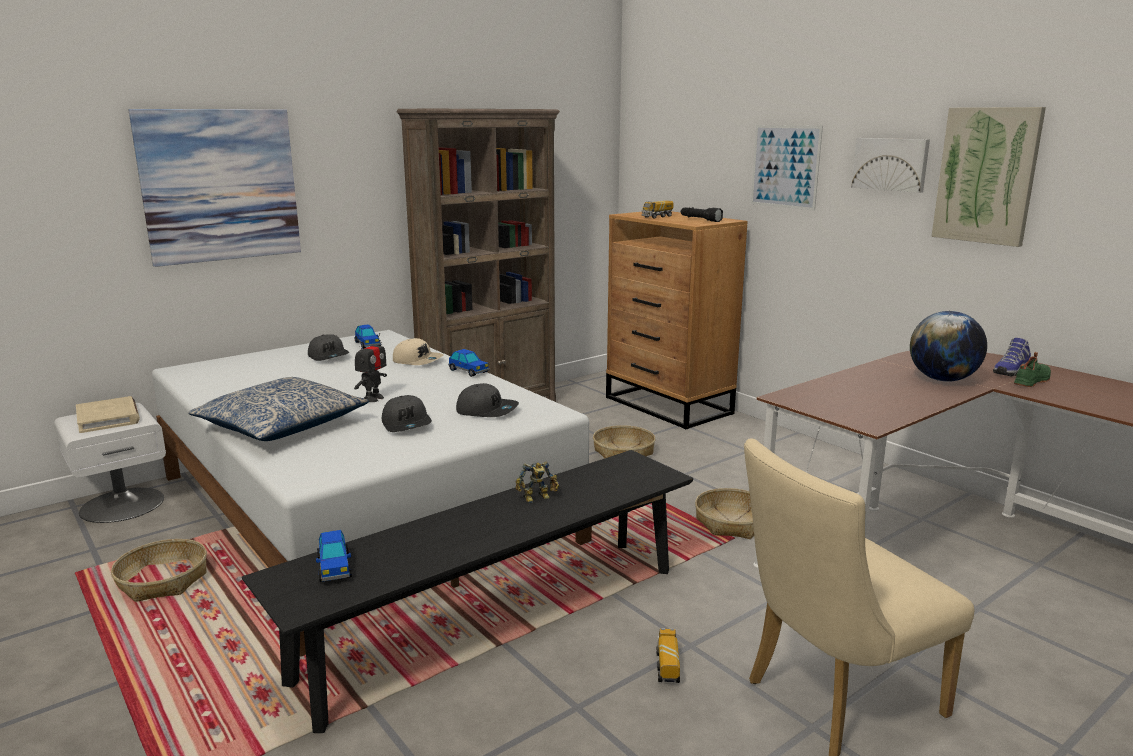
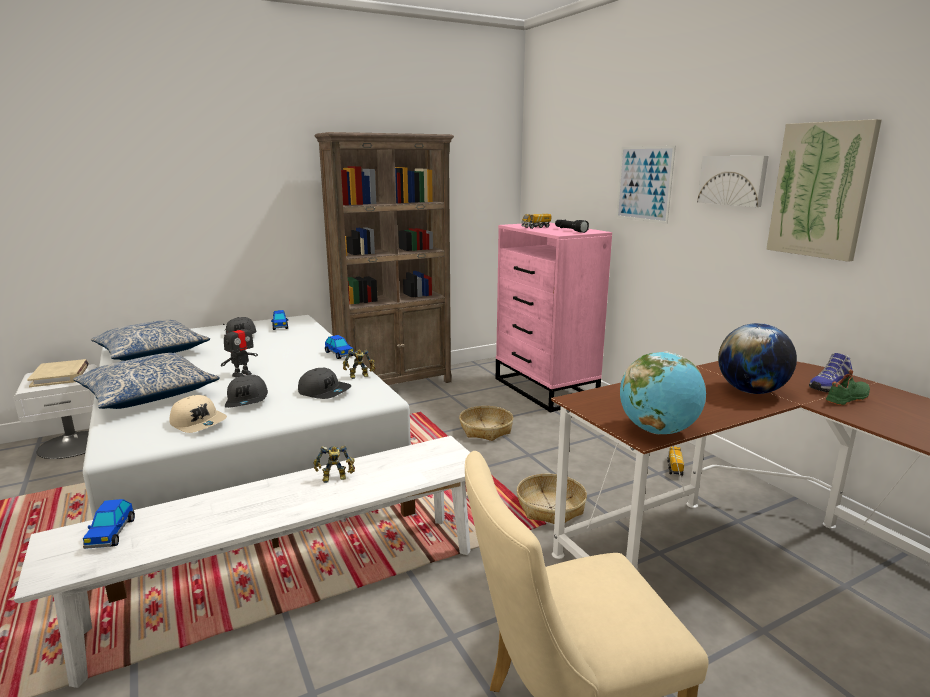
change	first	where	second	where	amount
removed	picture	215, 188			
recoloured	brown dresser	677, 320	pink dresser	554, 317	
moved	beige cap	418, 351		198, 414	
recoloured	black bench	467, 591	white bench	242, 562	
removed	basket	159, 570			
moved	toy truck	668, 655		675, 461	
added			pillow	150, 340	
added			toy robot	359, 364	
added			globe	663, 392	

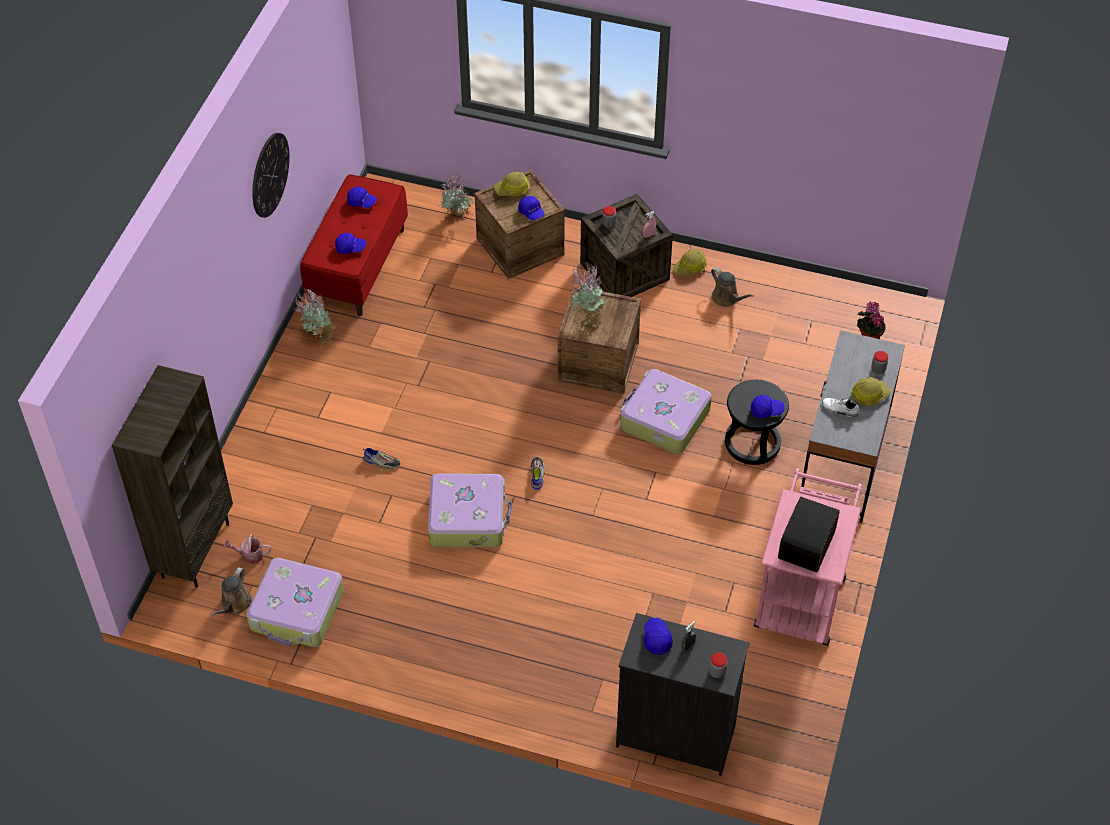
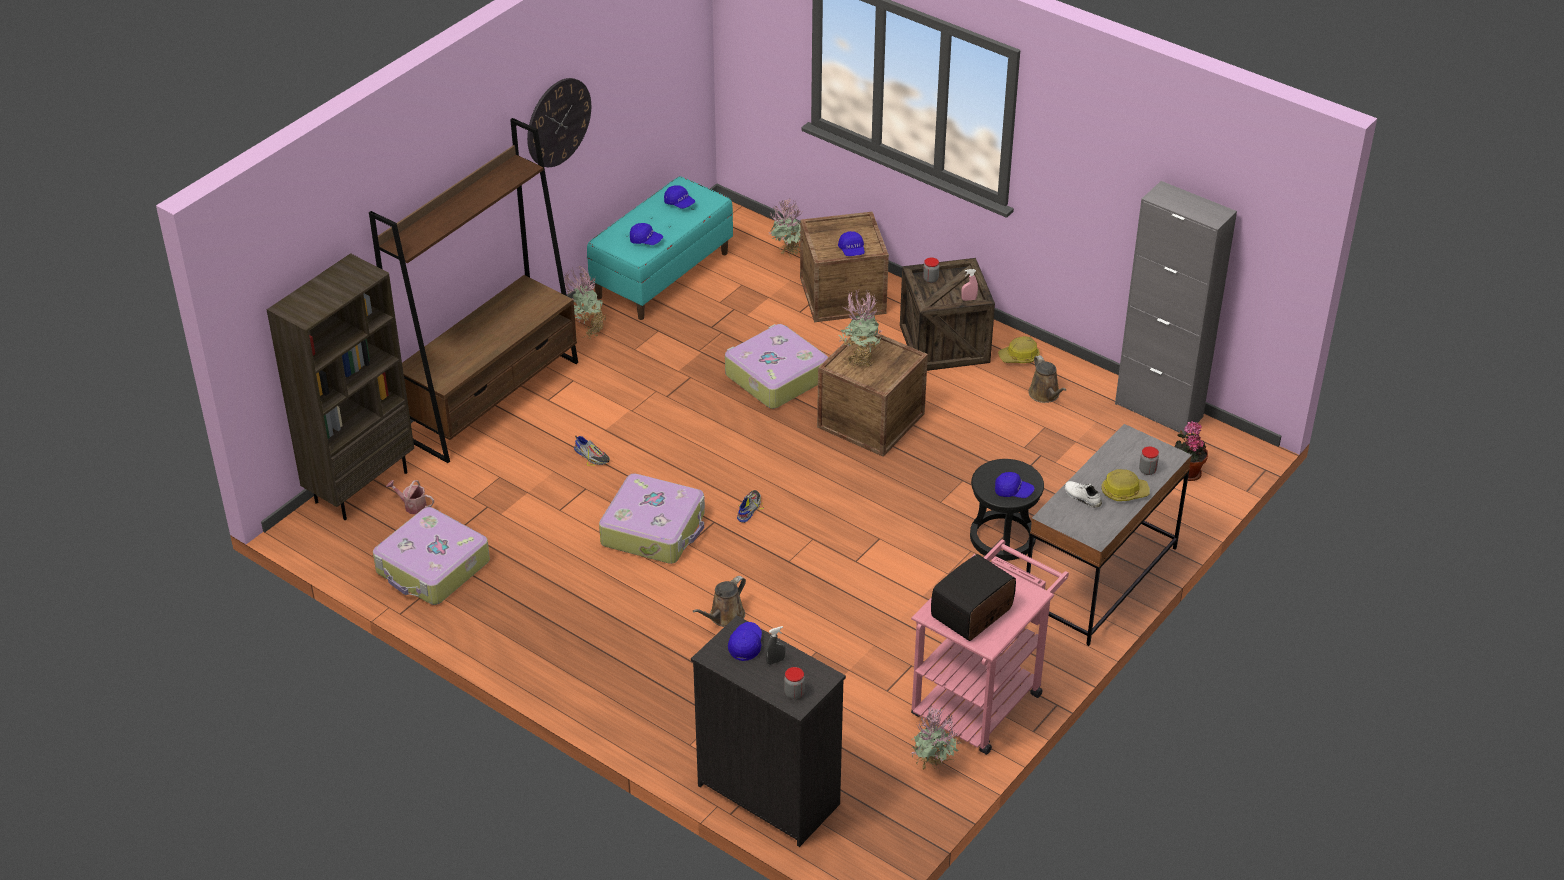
change	first	where	second	where	amount
removed	hard hat	512, 184			
recoloured	red bench	354, 245	turquoise bench	660, 248	
moved	suitcase	666, 411		776, 366	
moved	brown watering can	231, 591		719, 601	
added			brown bookcase	473, 290	
added			grey cabinet	1176, 308	
added			potted plant	935, 739	

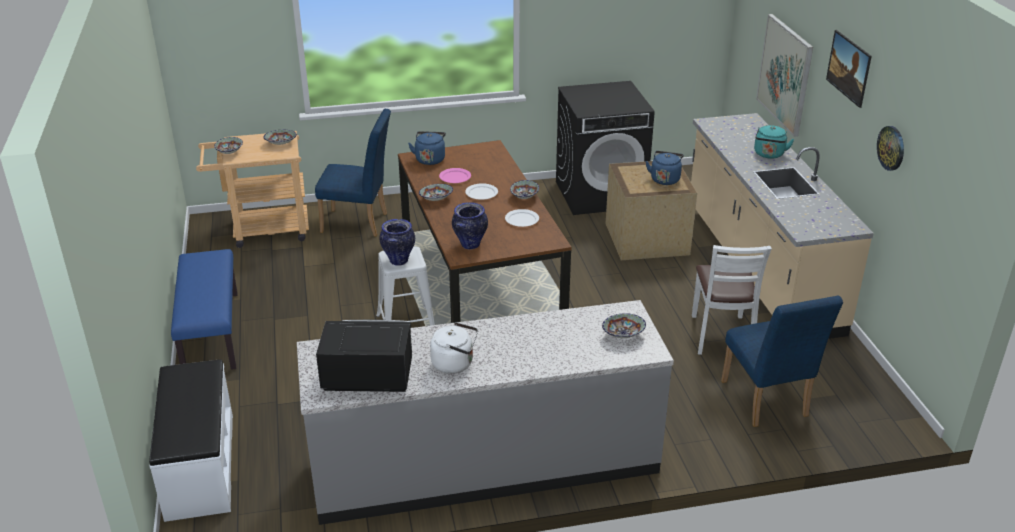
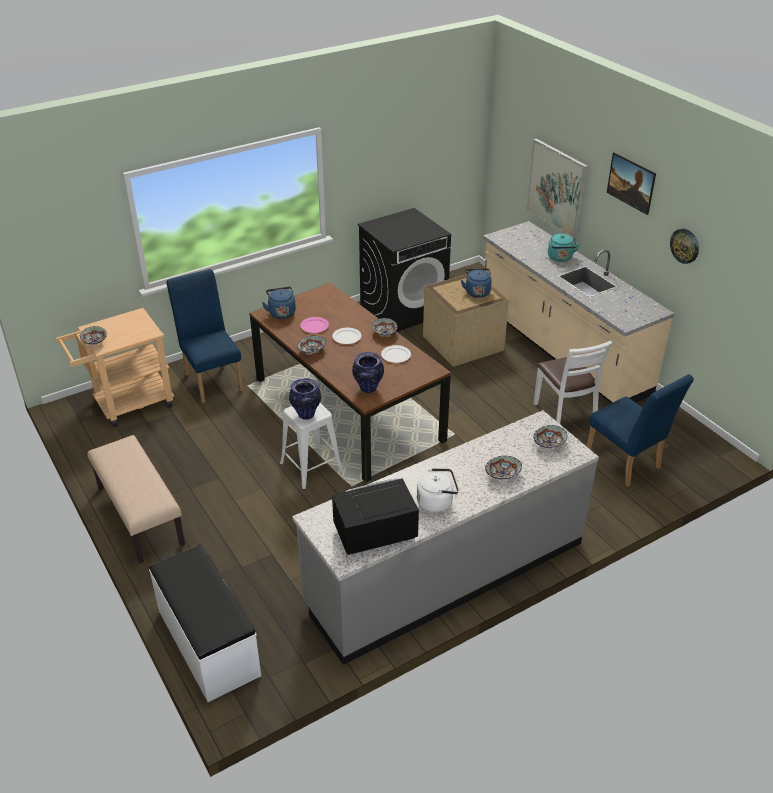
change	first	where	second	where	amount
turned	blue chair	353, 173		205, 336	105 degrees counterclockwise
moved	bowl	280, 137		503, 468	
recoloured	blue bench	204, 309	beige bench	136, 499	

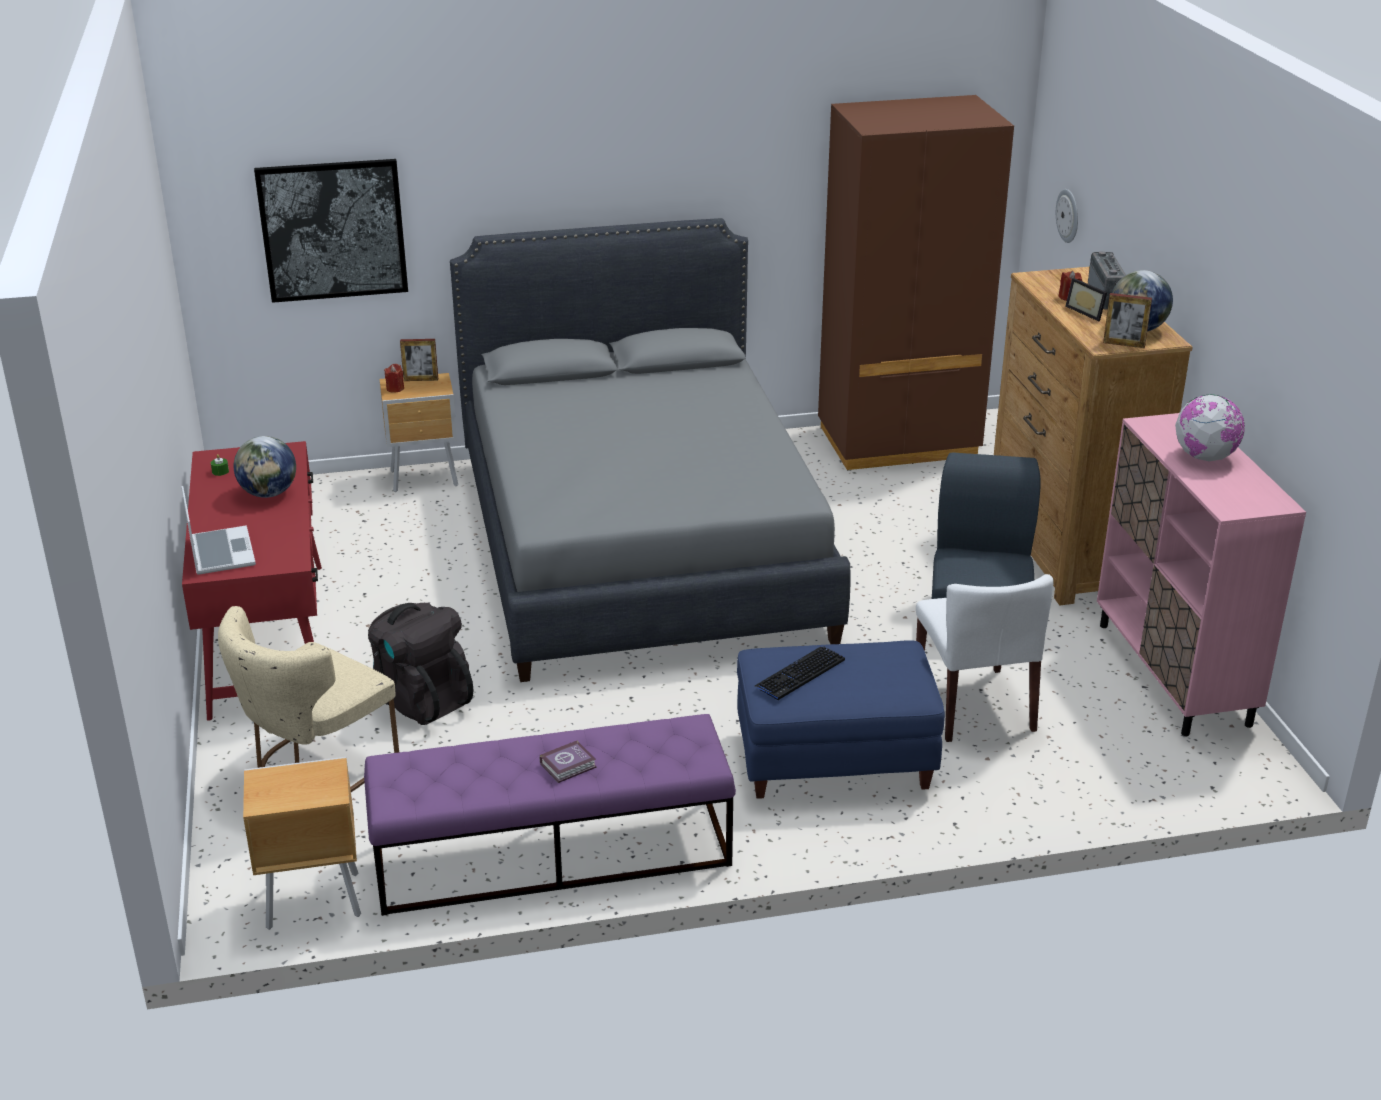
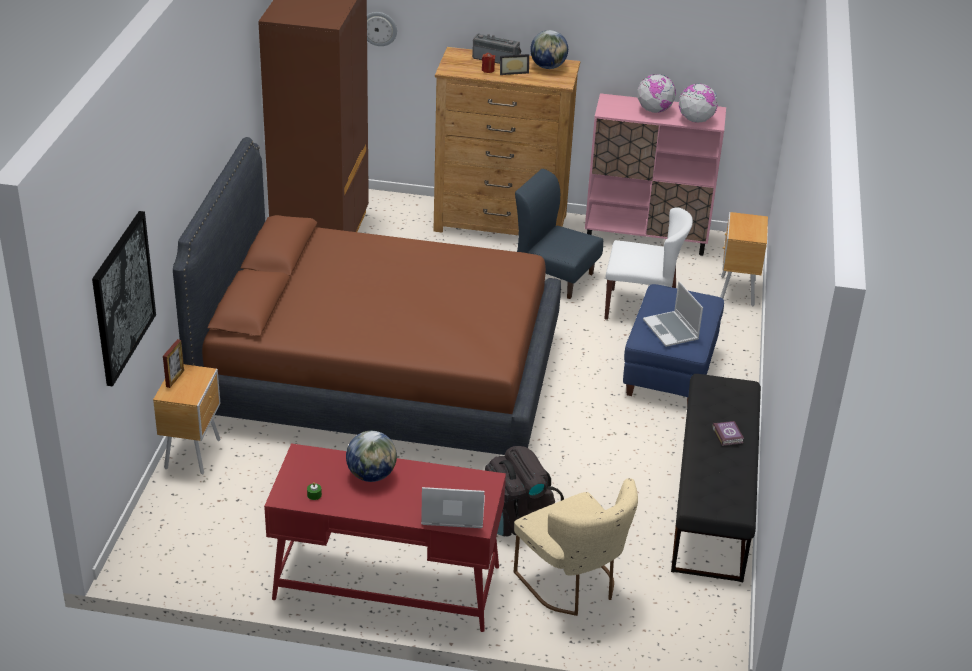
change	first	where	second	where	amount
recoloured	grey bed	650, 450	brown bed	367, 296	
removed	picture frame	1127, 320			
removed	red candle	394, 378			
replaced	keyboard	800, 673	laptop	673, 314	
recoloured	purple bench	550, 815	black bench	716, 478	
moved	brown nightstand	302, 843		744, 259	
added			globe	698, 103	

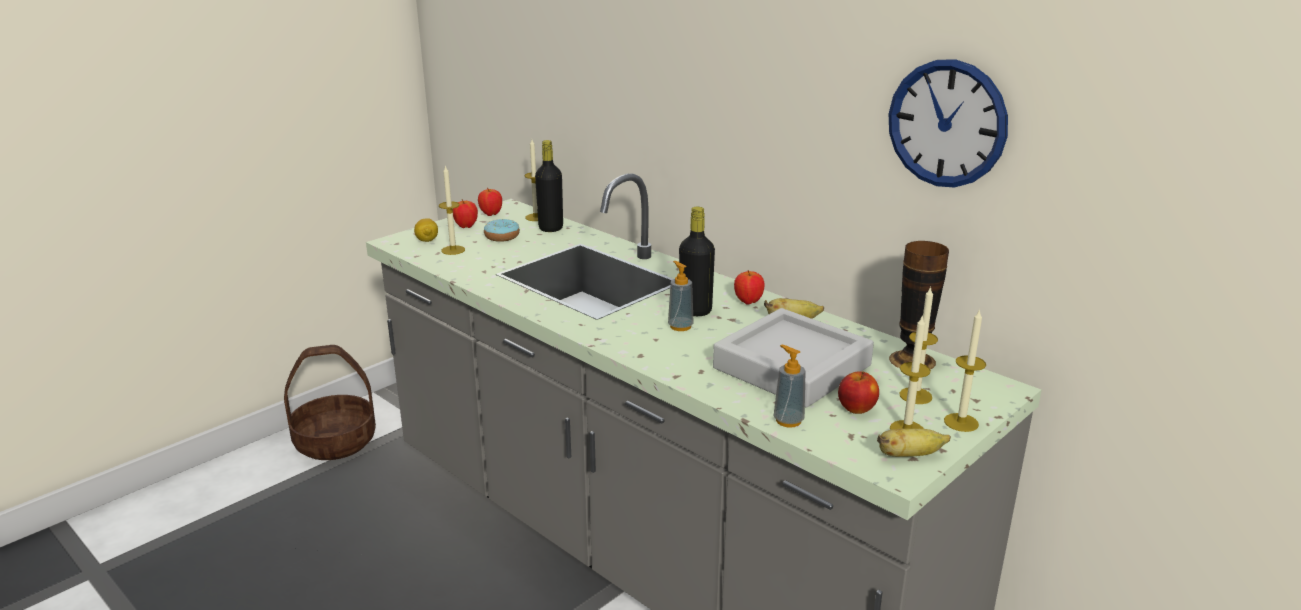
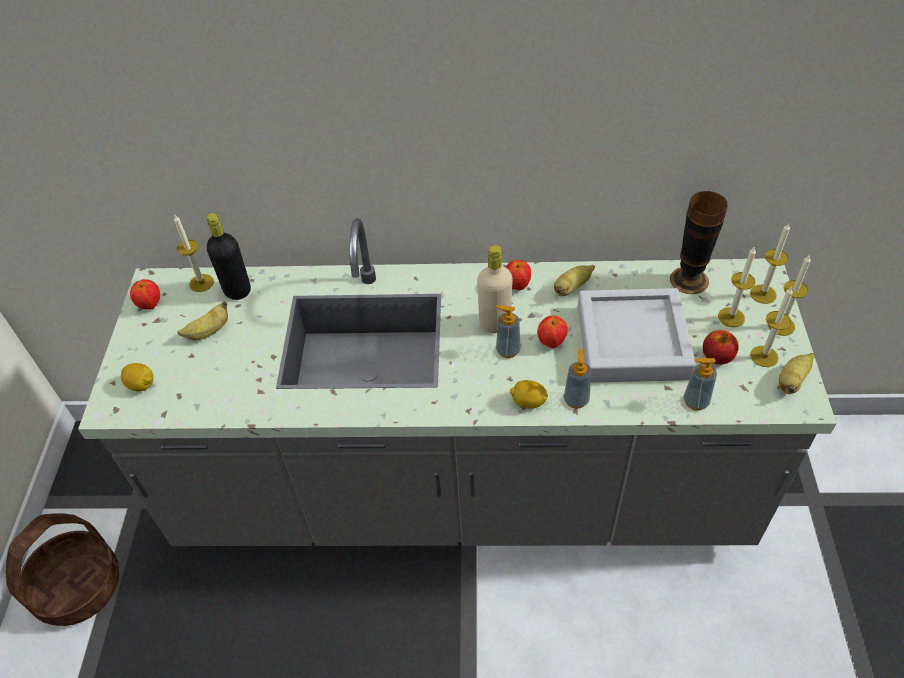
change	first	where	second	where	amount
removed	wall clock	948, 123			
moved	candle	452, 210		770, 263	
moved	apple	465, 213		552, 332	
recoloured	black bottle	697, 261	beige bottle	495, 289	
replaced	donut	502, 230	banana	203, 320	
added			soap dispenser	577, 378	
added			lemon	529, 394	

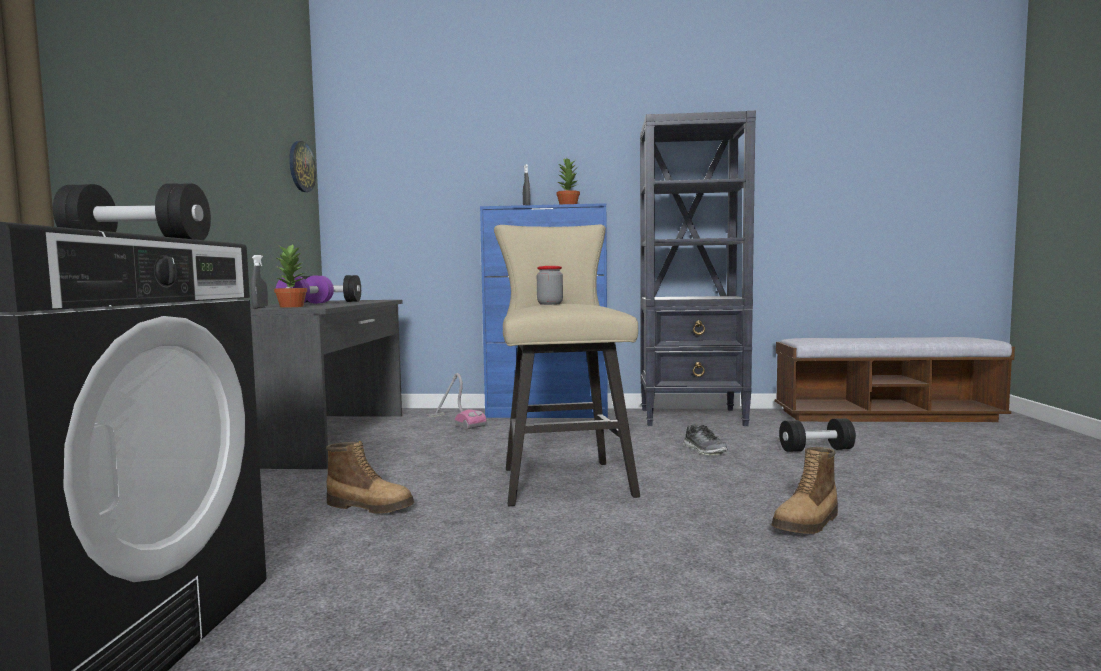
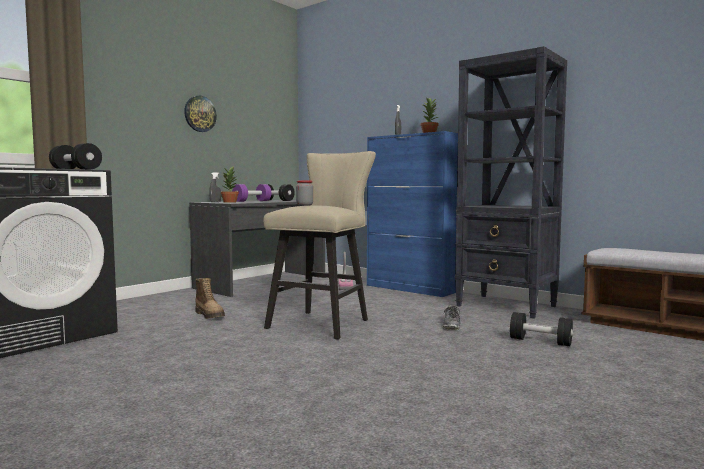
change	first	where	second	where	amount
moved	wall clock	302, 166		200, 114	
removed	boot	804, 490			

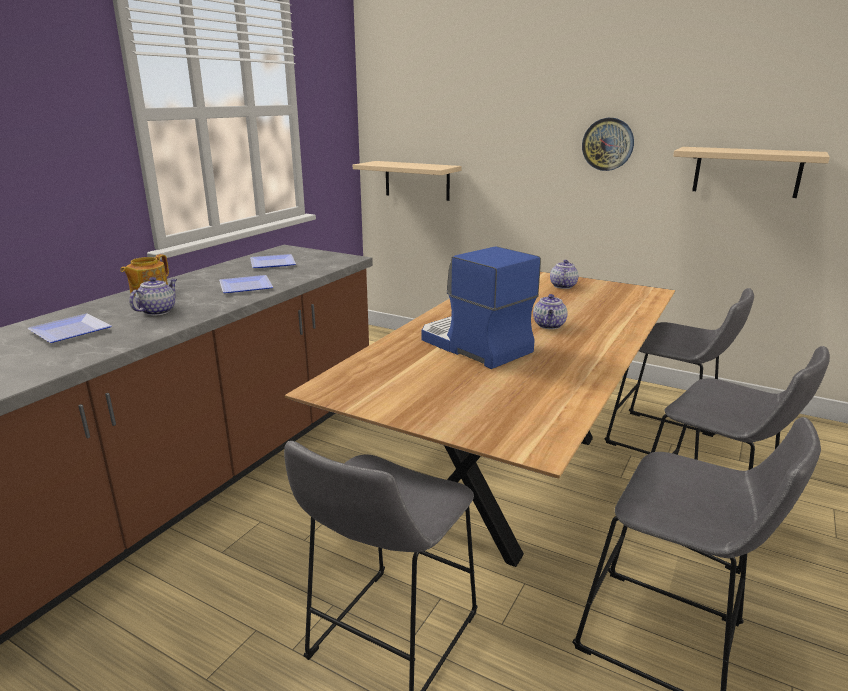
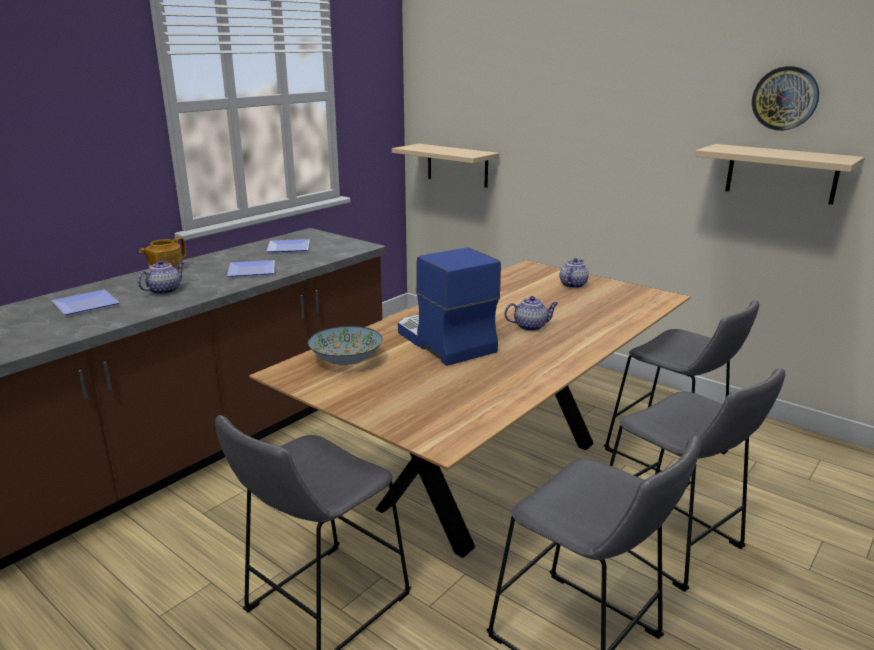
change	first	where	second	where	amount
moved	wall clock	608, 144		785, 98	
turned	teapot	550, 311		531, 313	120 degrees counterclockwise
added			bowl	345, 345	

